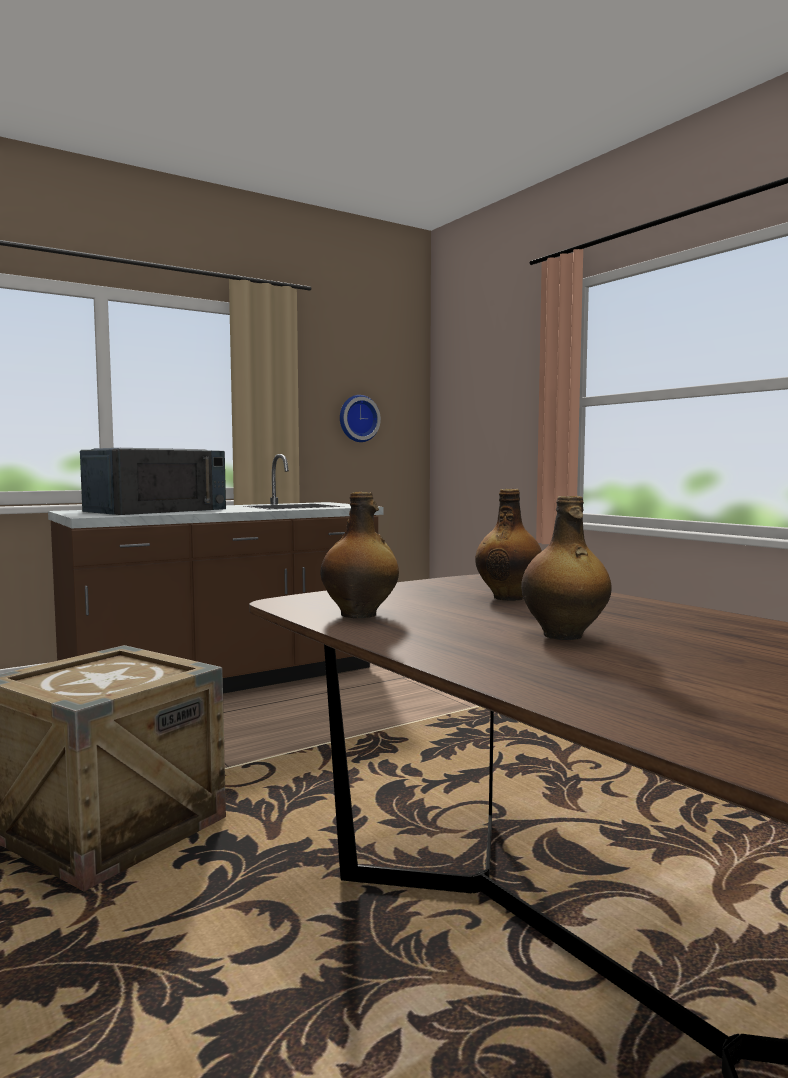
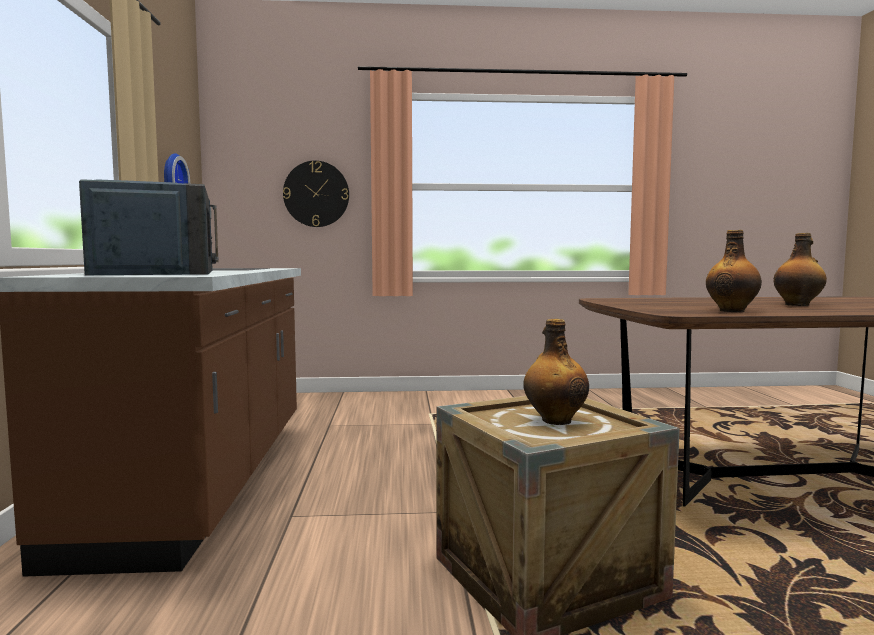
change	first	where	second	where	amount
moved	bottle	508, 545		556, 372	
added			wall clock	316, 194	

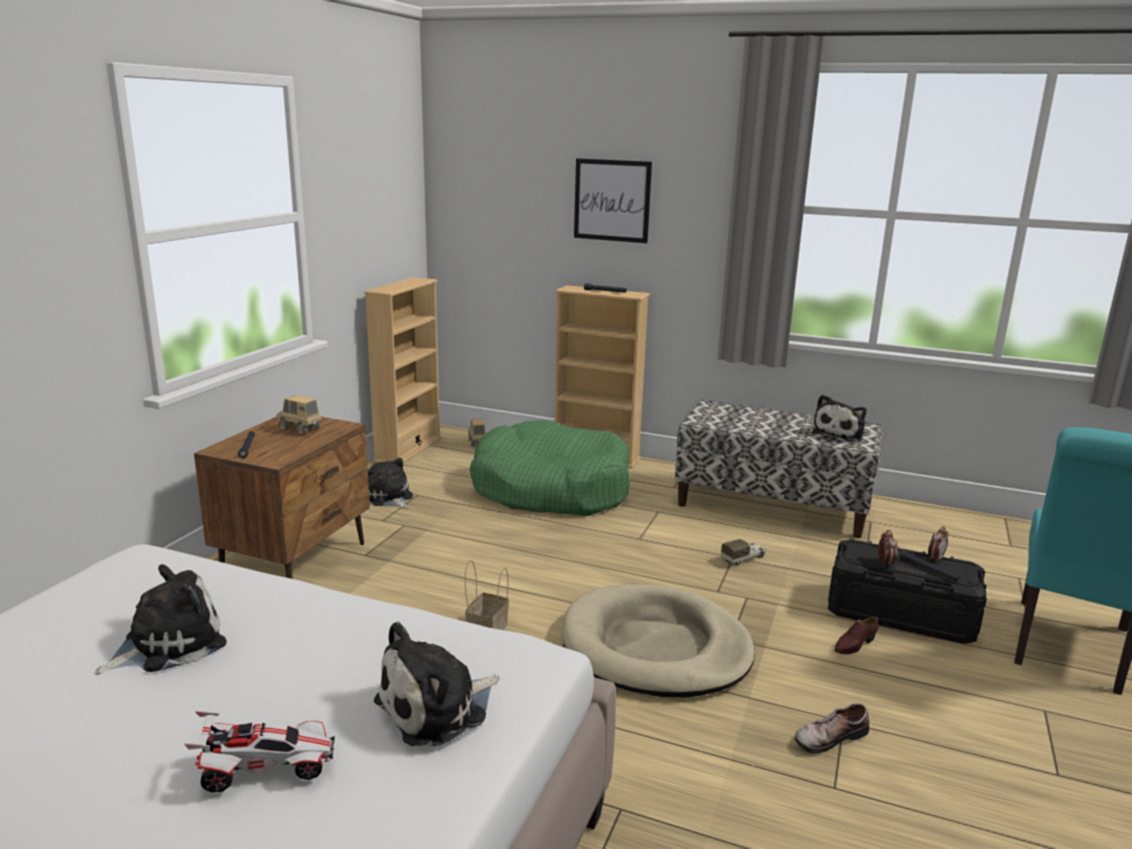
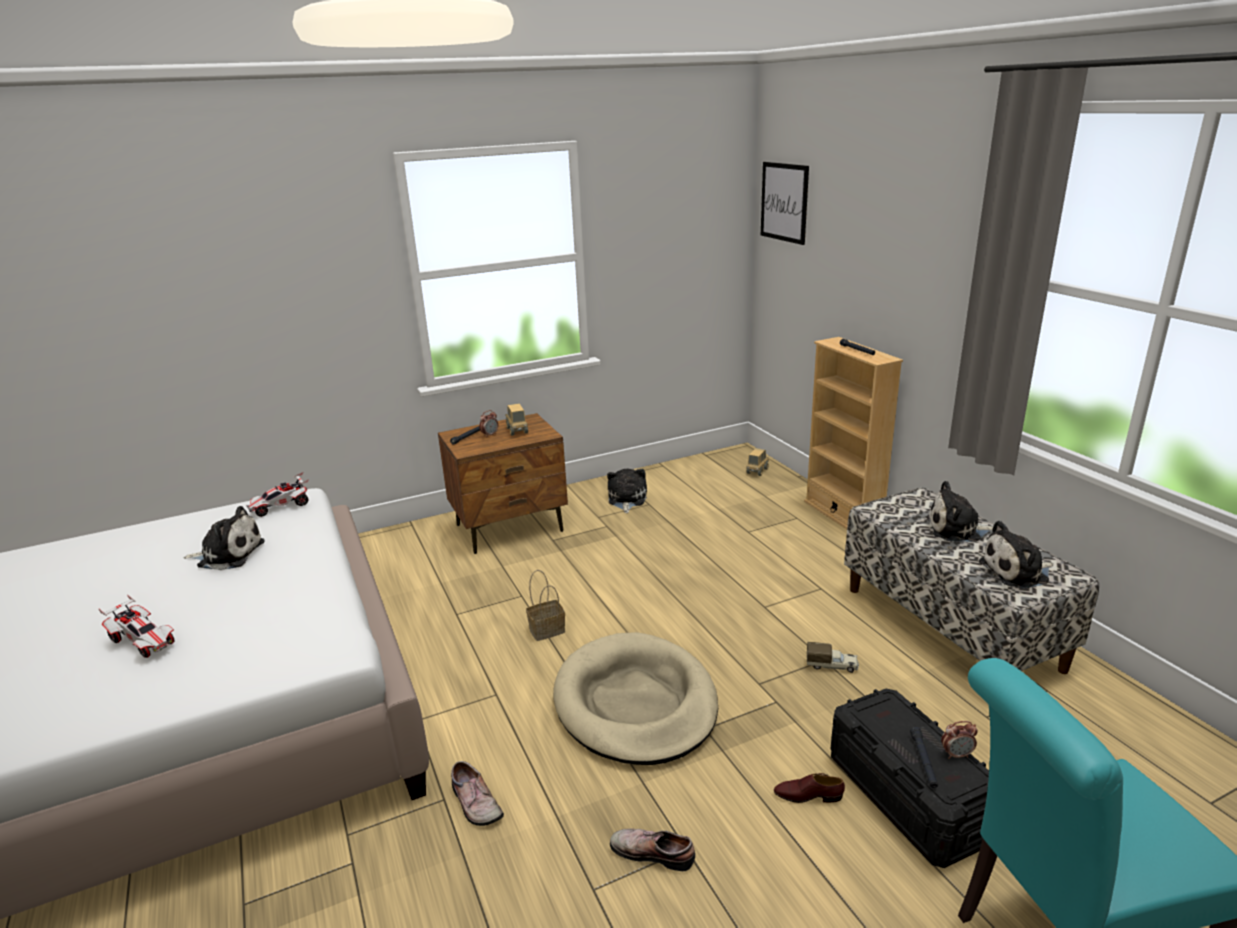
change	first	where	second	where	amount
moved	picture	613, 200		785, 203	
removed	beige bookcase	403, 370			
removed	green dog bed	550, 468			
moved	alarm clock	887, 549		488, 424	
moved	plush toy	436, 684		959, 511	
added			toy car	278, 494	
added			shoe	477, 793	

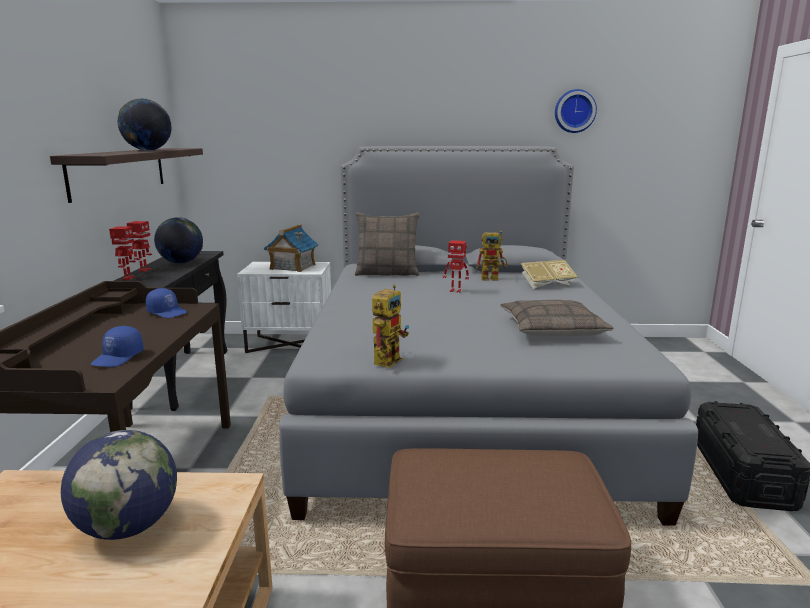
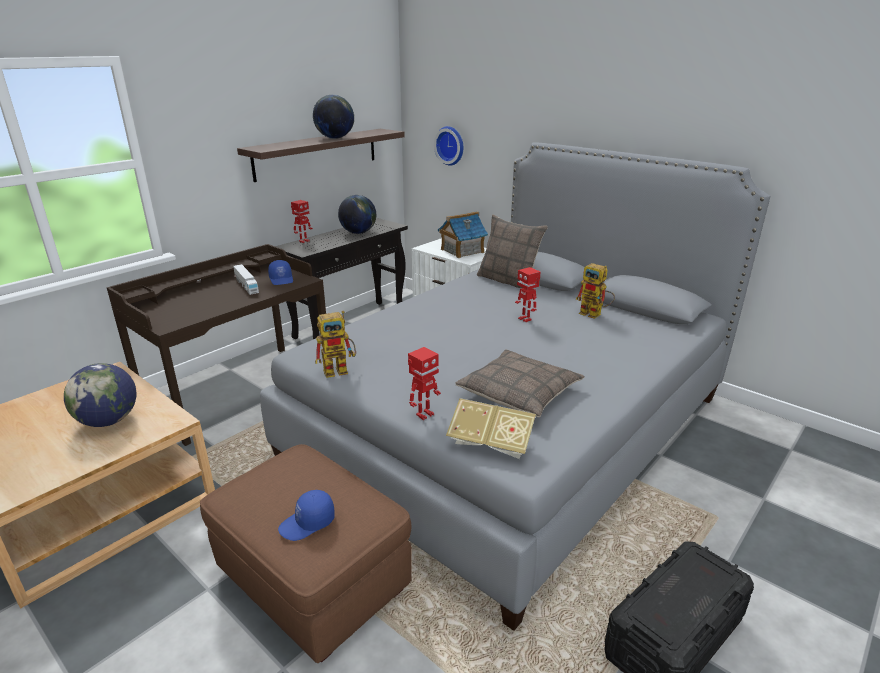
change	first	where	second	where	amount
moved	wall clock	576, 111		448, 146	
moved	toy robot	139, 246		424, 383	
moved	book	549, 274		491, 428	
moved	blue cap	117, 346		306, 515	
added			toy truck	246, 279	

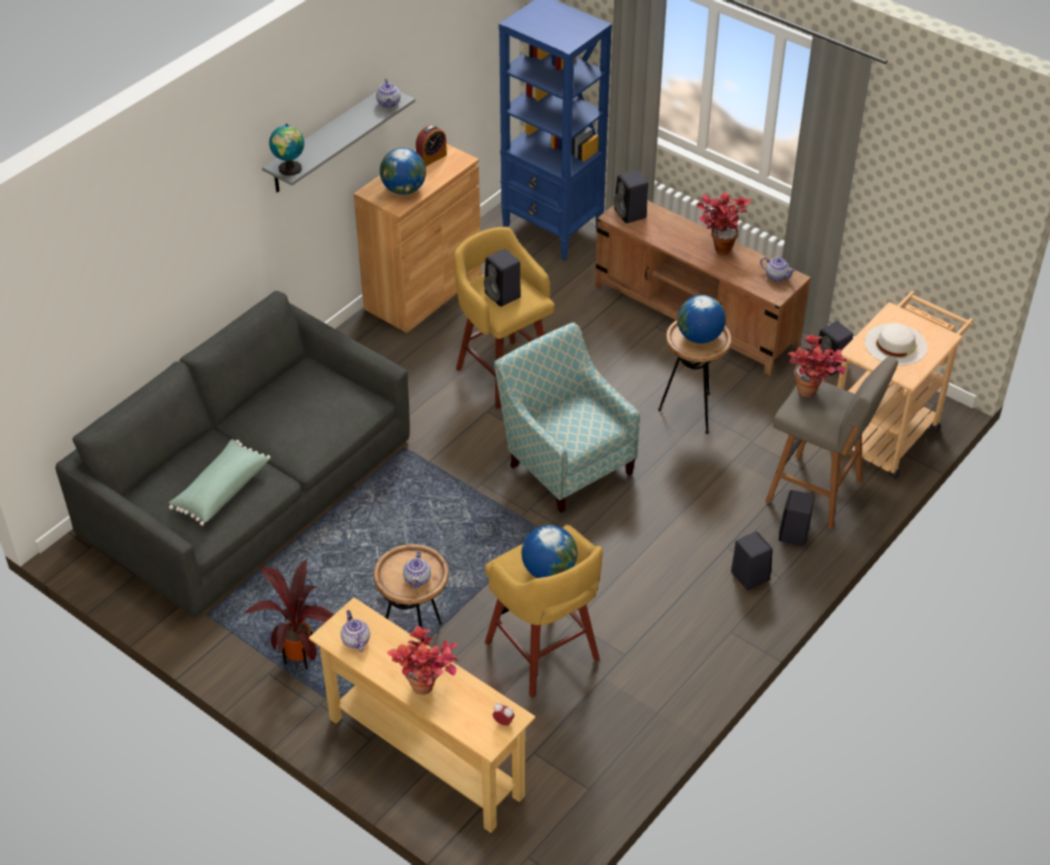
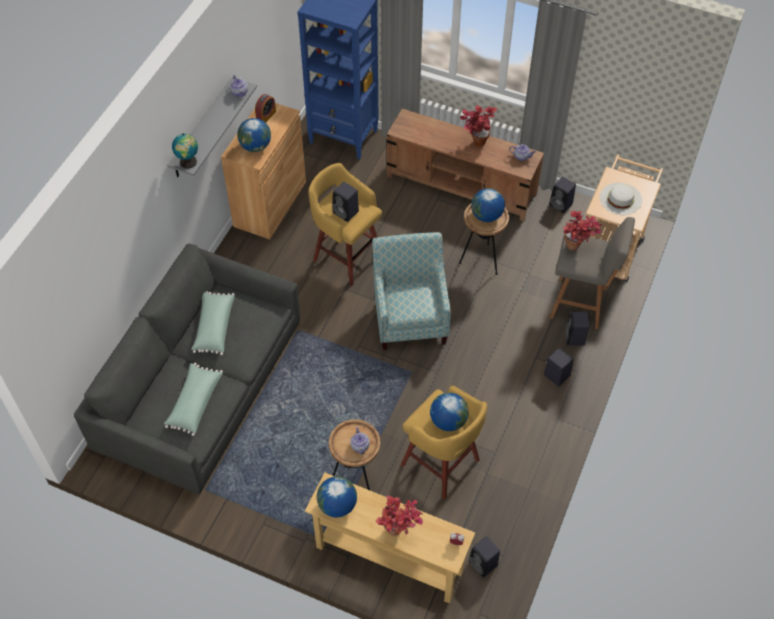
change	first	where	second	where	amount
moved	black speaker	631, 196		484, 556	
turned	armchair	567, 417		411, 291	45 degrees clockwise
removed	potted plant	288, 614			
replaced	teapot	355, 631	globe	337, 497	
added			green pillow	213, 323	

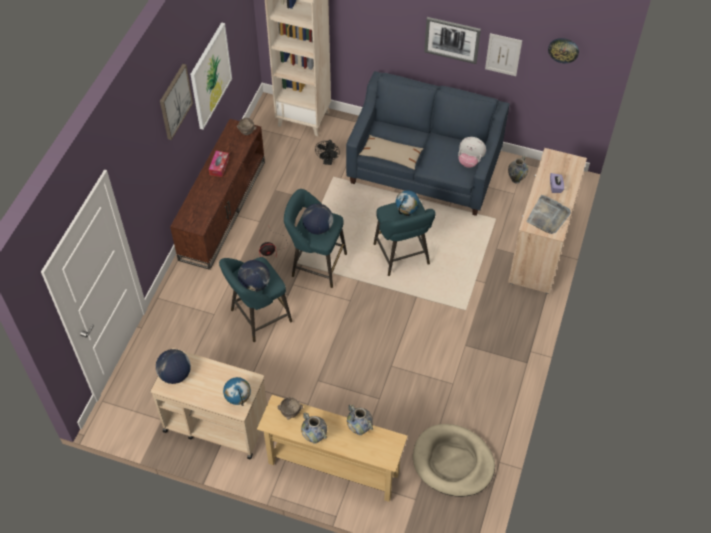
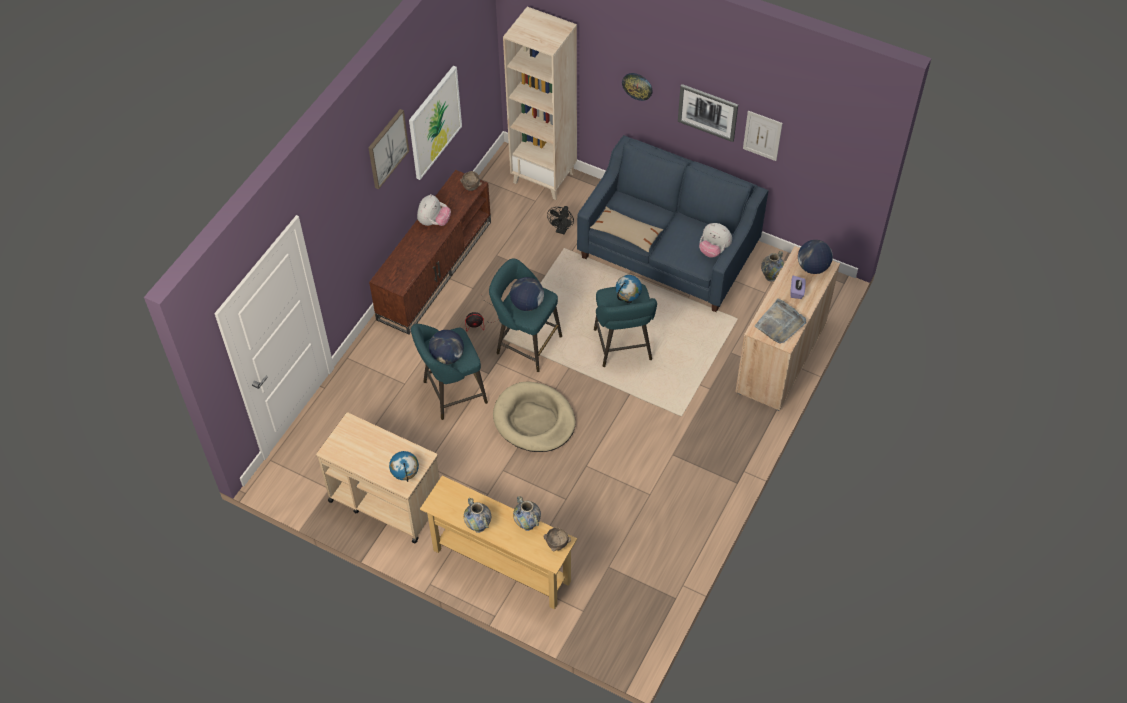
change	first	where	second	where	amount
moved	wall clock	563, 51		637, 87	
replaced	tissue box	219, 164	plush toy	434, 210	
moved	globe	173, 366		815, 257	
moved	brown bowl	290, 408		557, 539	
moved	beige dog bed	454, 460		534, 417	

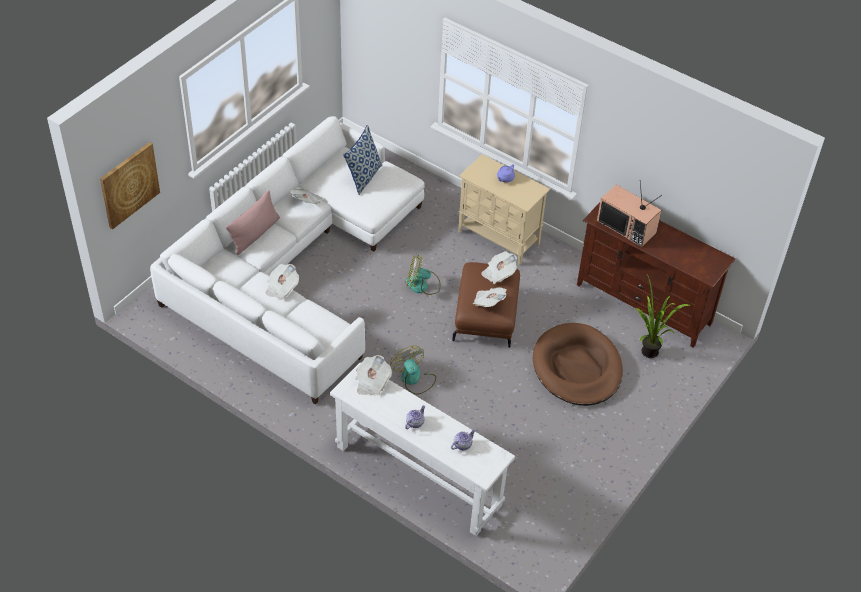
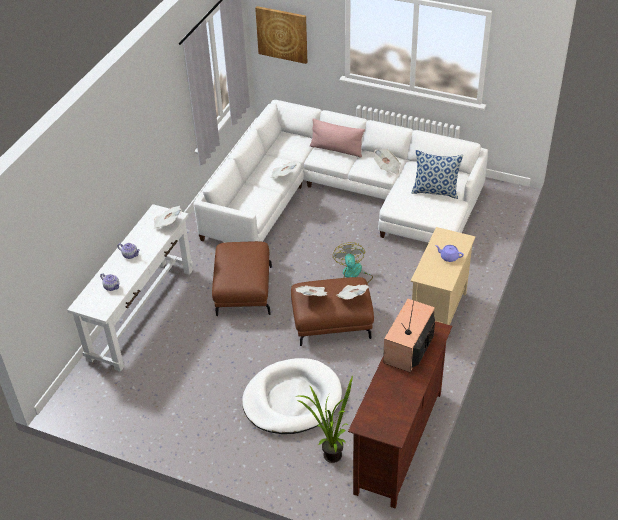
change	first	where	second	where	amount
recoloured	brown dog bed	578, 364	white dog bed	292, 396	
replaced	fan	413, 370	brown ottoman	242, 278	

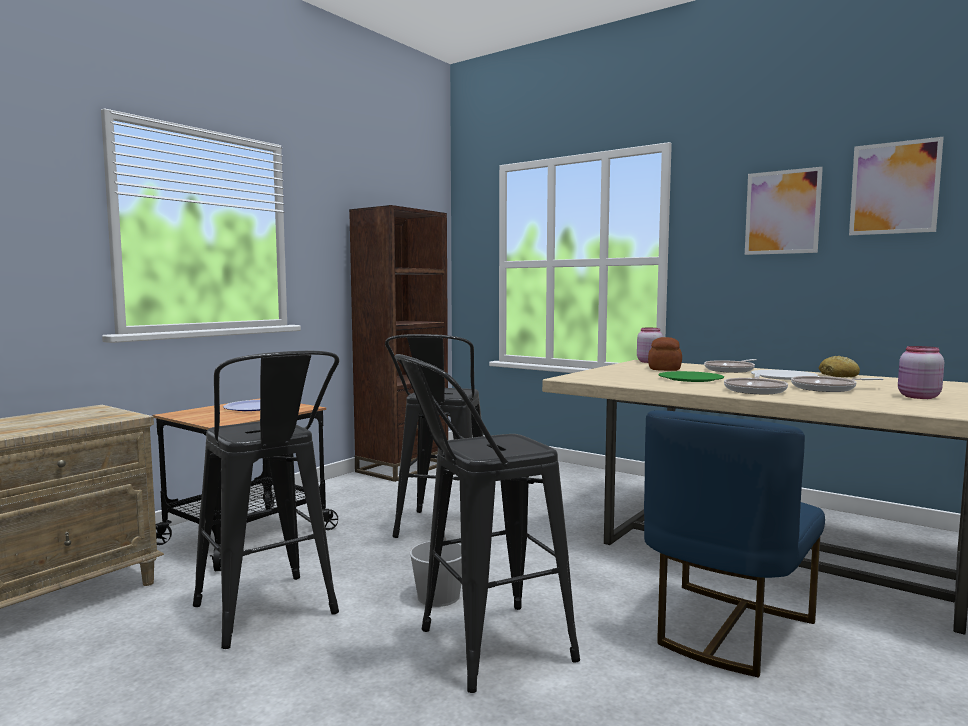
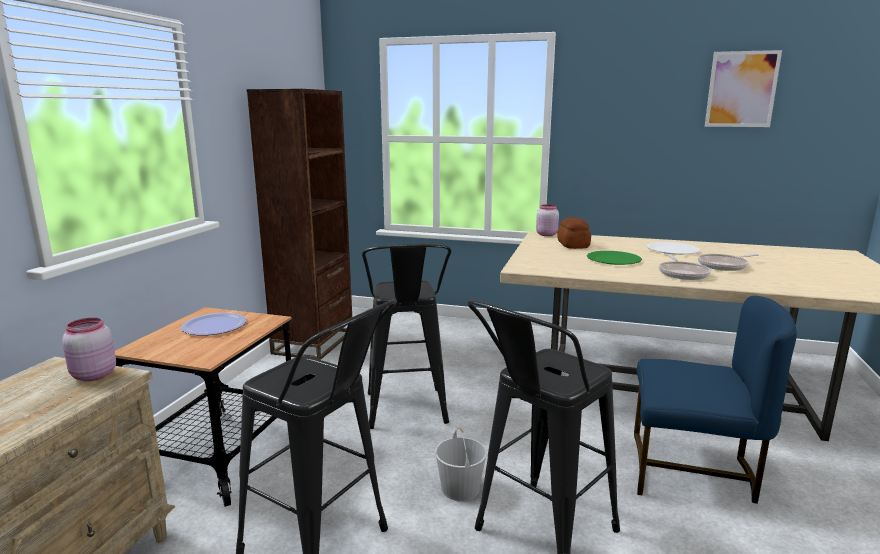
change	first	where	second	where	amount
removed	picture	784, 211			
moved	pink jar	921, 372		89, 349	
removed	bread	839, 366			
removed	frying pan	730, 366			
turned	blue chair	734, 544		715, 400	90 degrees counterclockwise

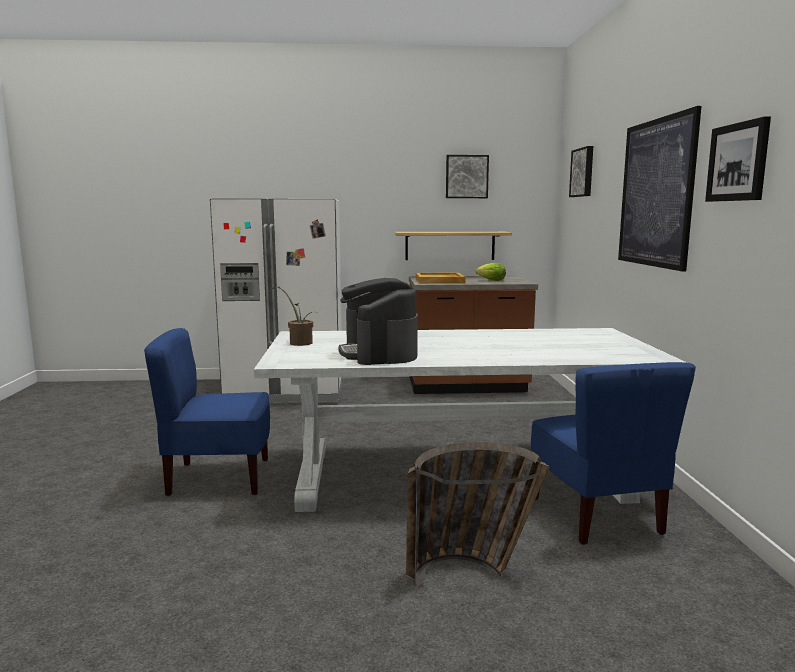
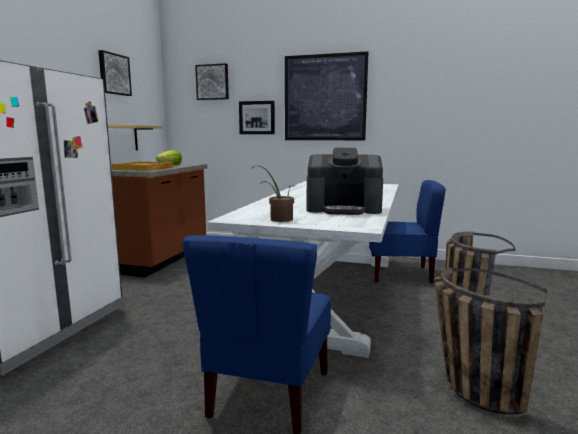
change	first	where	second	where	amount
moved	picture	738, 159		257, 117	
added			basket	490, 341	

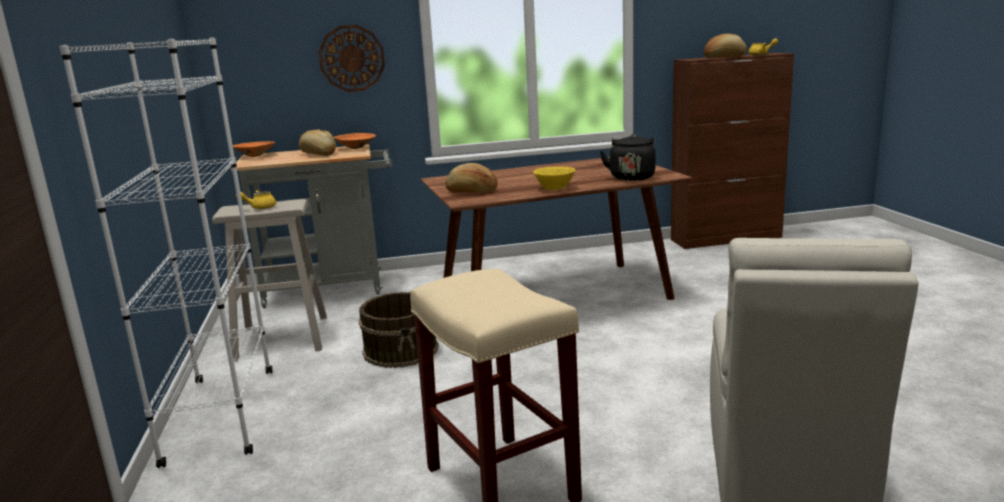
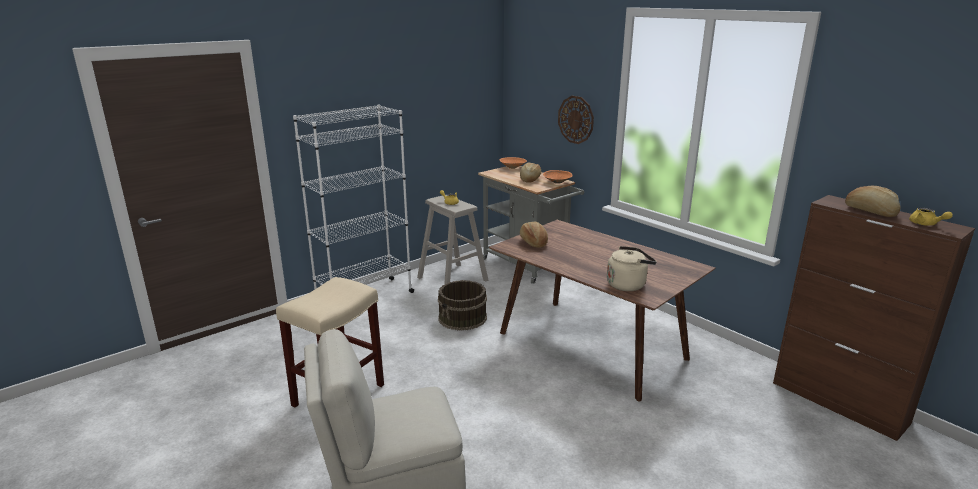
change	first	where	second	where	amount
recoloured	black kettle	628, 157	beige kettle	632, 268	
removed	yellow bowl	554, 178			

